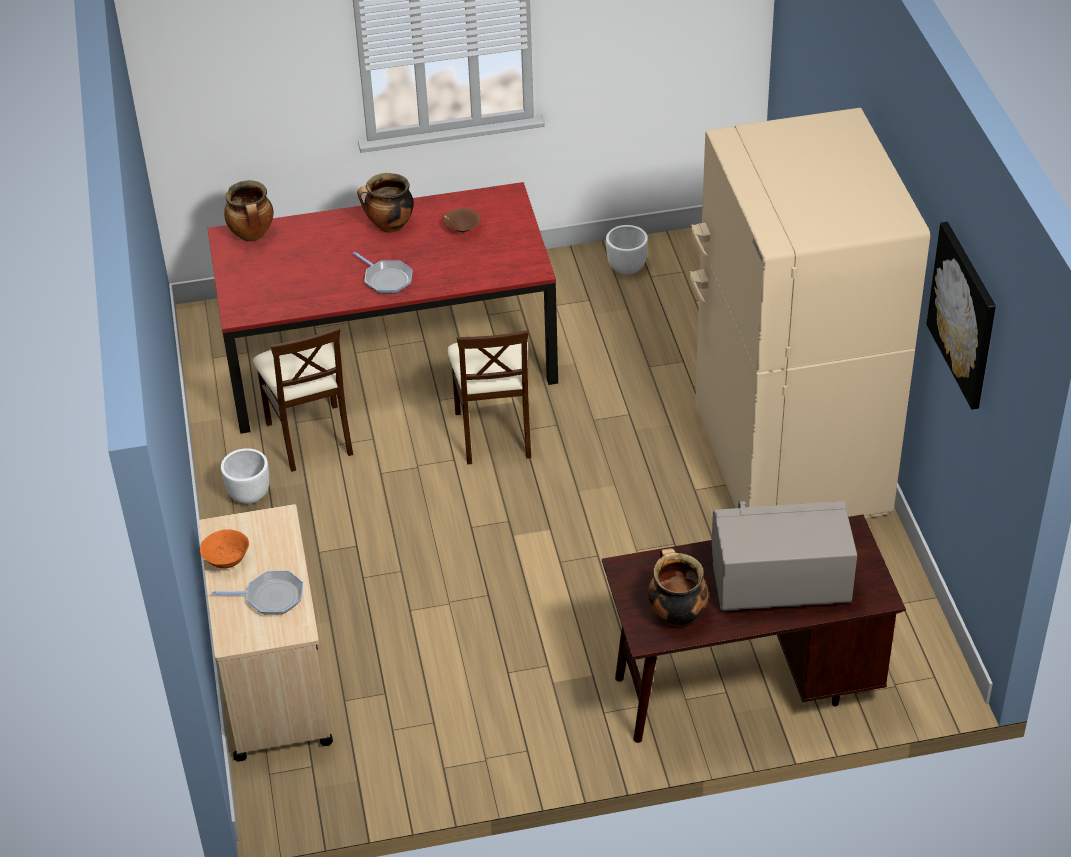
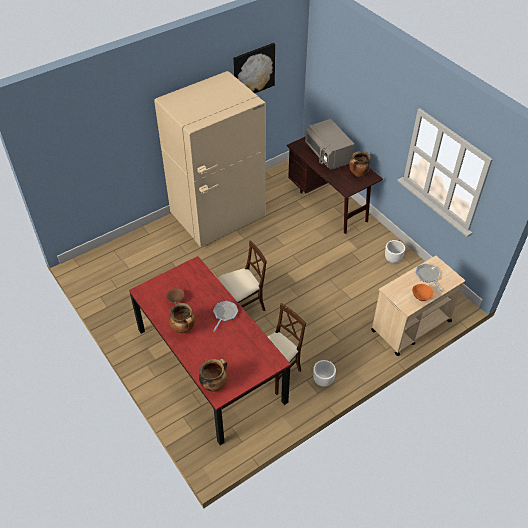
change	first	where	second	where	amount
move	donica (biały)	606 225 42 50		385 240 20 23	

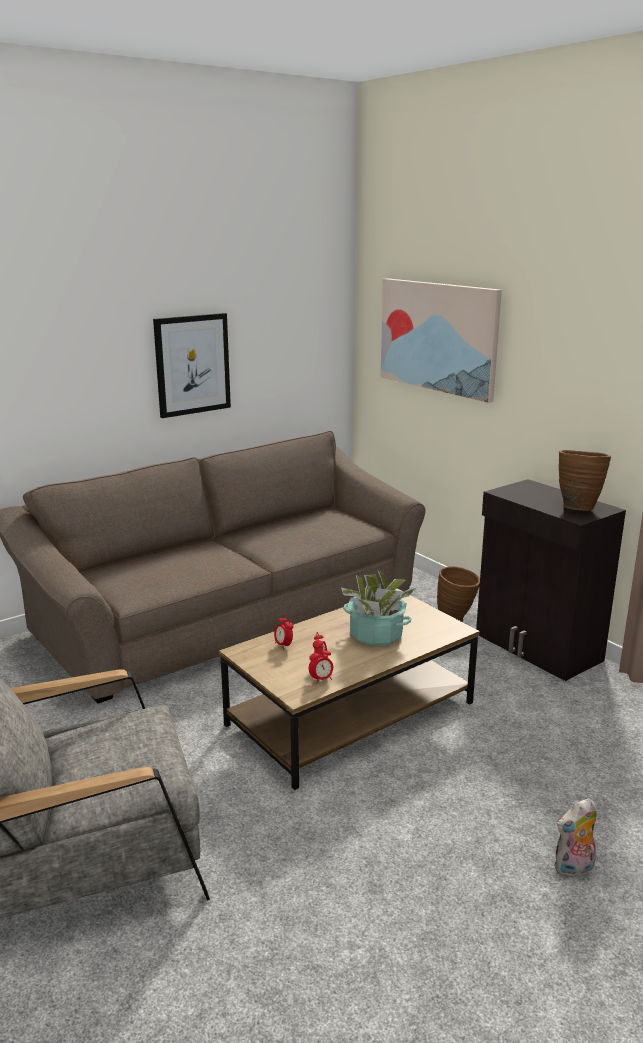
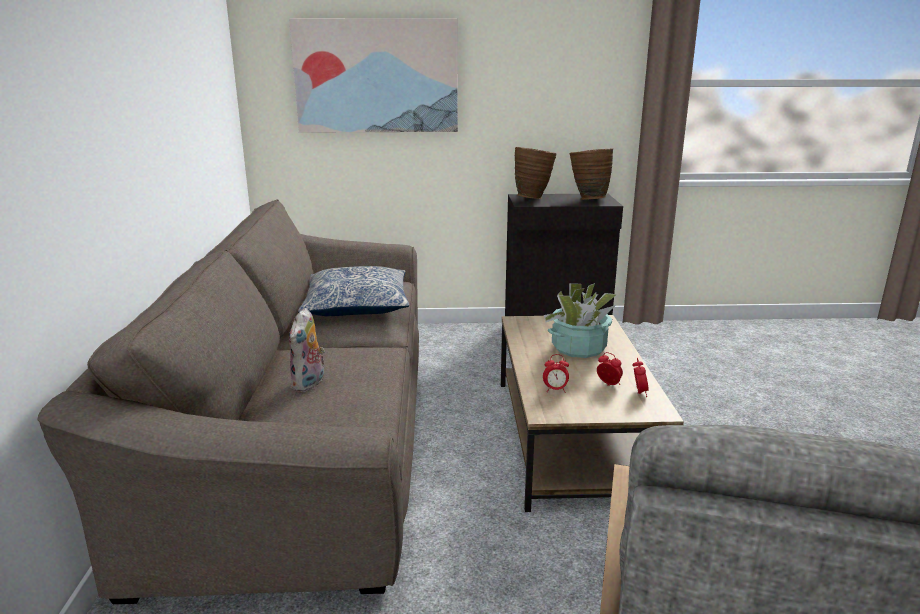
change	first	where	second	where	amount
delete	obraz	153 313 78 105			
insert			poduszka	298 266 111 50	
move	wazon (brązowy)	437 566 43 56		515 147 42 52	
move	pluszak	555 798 42 80		289 308 36 84	

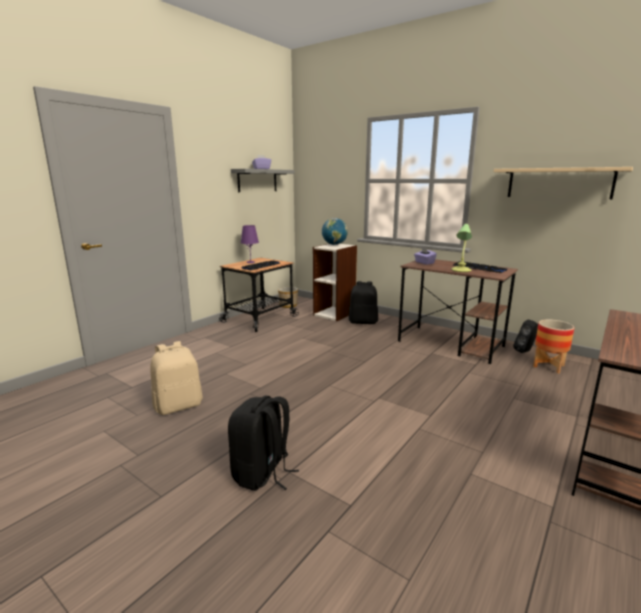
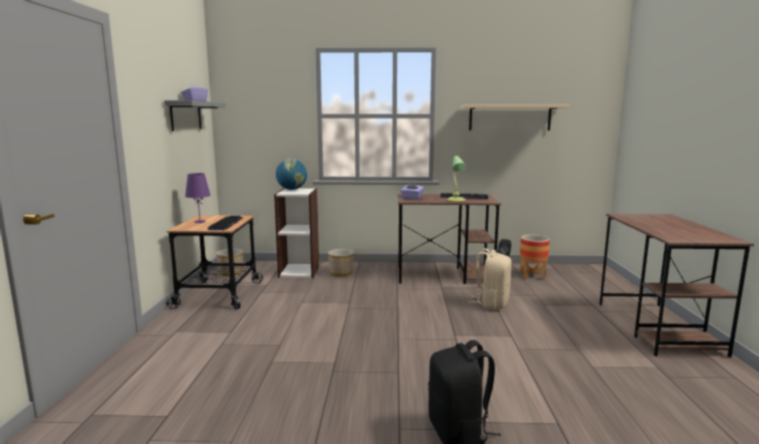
change	first	where	second	where	amount
move	plecak (beżowy)	150 341 53 74		472 248 40 62	
replace	plecak (czarny)	349 281 29 43	donica	328 249 26 27	

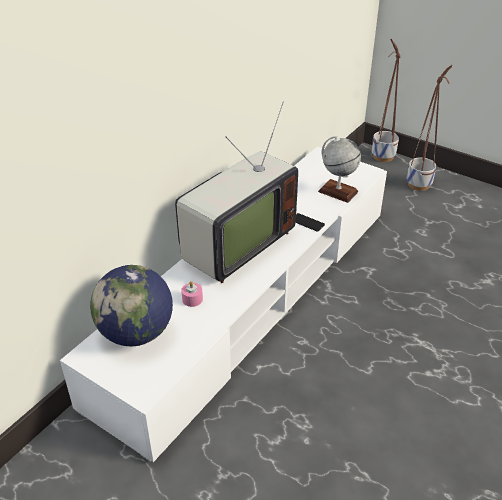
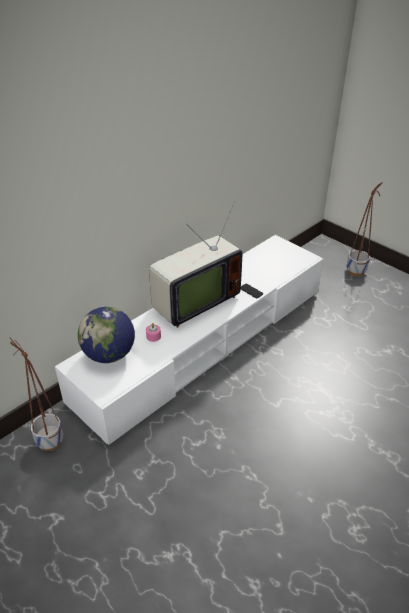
change	first	where	second	where	amount
delete	globus	318 136 43 67			
move	donica	372 39 28 123		9 337 55 114	

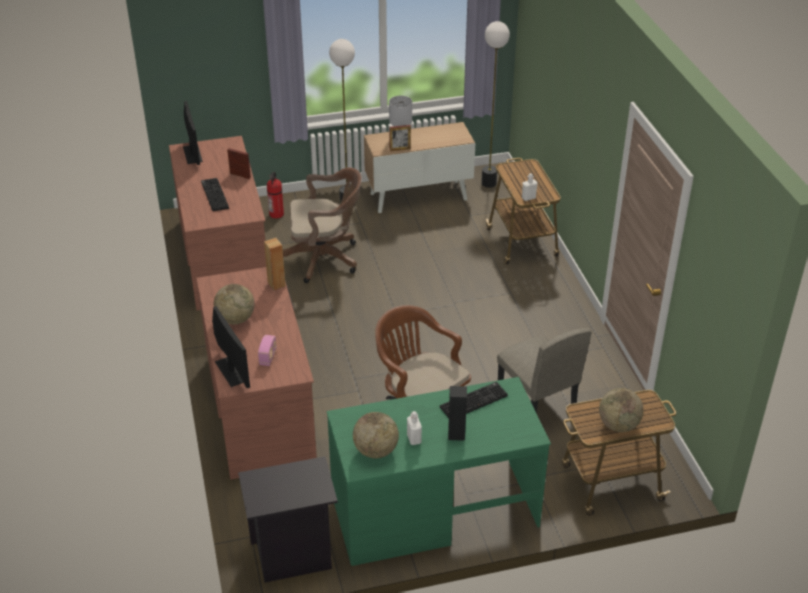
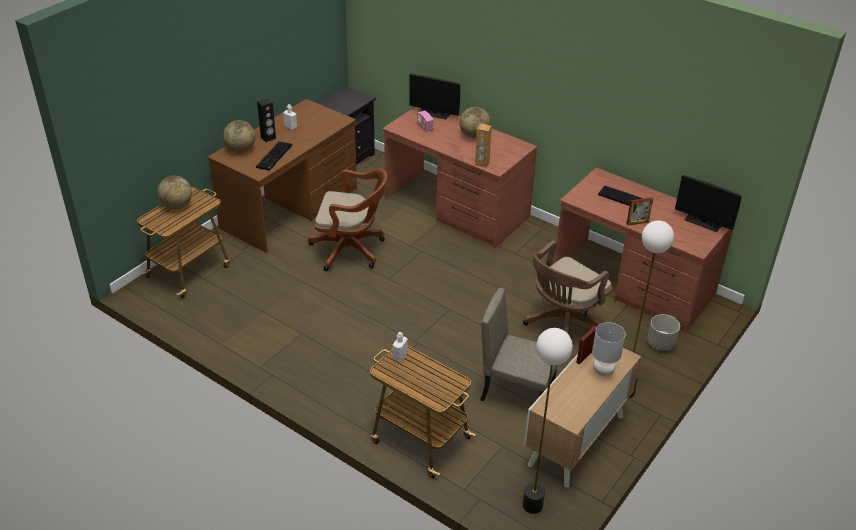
change	first	where	second	where	amount
move	globus	353 412 46 46		223 120 33 33	
move	krzesło (beżowy)	497 328 95 86		480 288 78 113	
replace	gaśnica	267 172 17 47	donica (szary)	647 314 33 37	
recolor	biurko (zielony)	327 377 224 189	biurko (brązowy)	208 99 149 154	

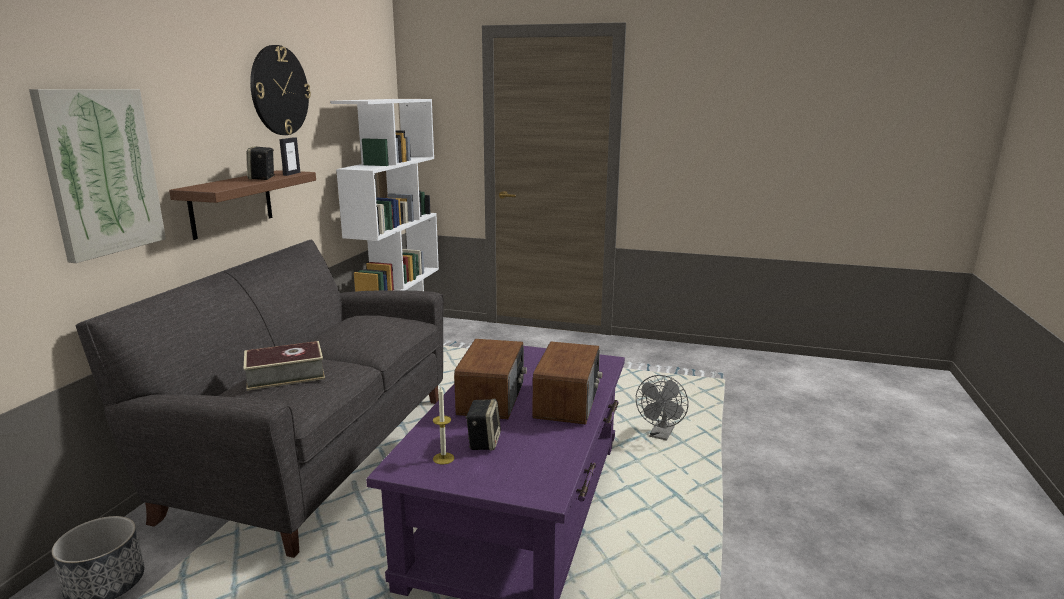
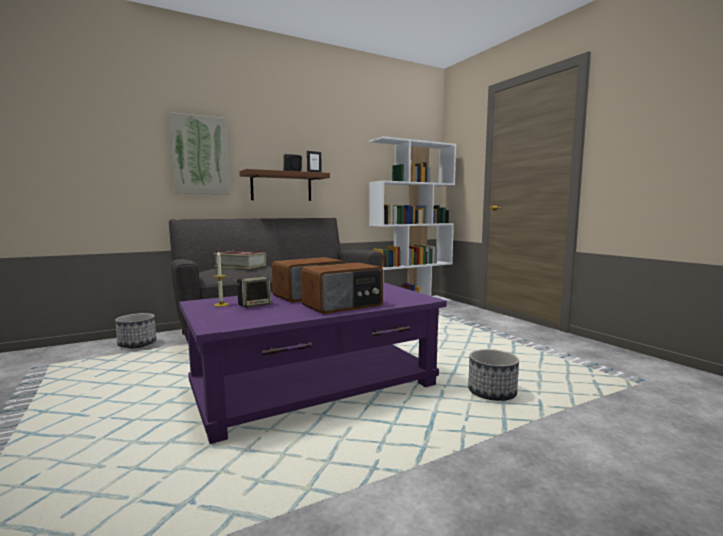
change	first	where	second	where	amount
delete	zegar ścienny	250 45 61 90			
replace	wentylator (szary)	636 375 52 66	donica	468 349 51 52	

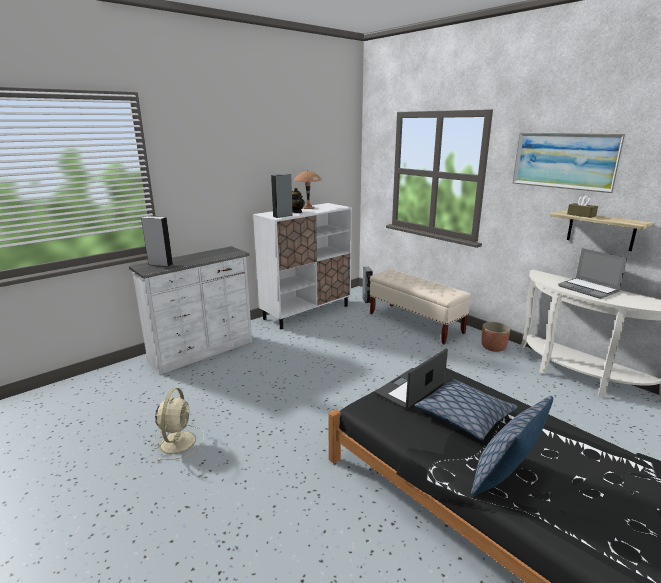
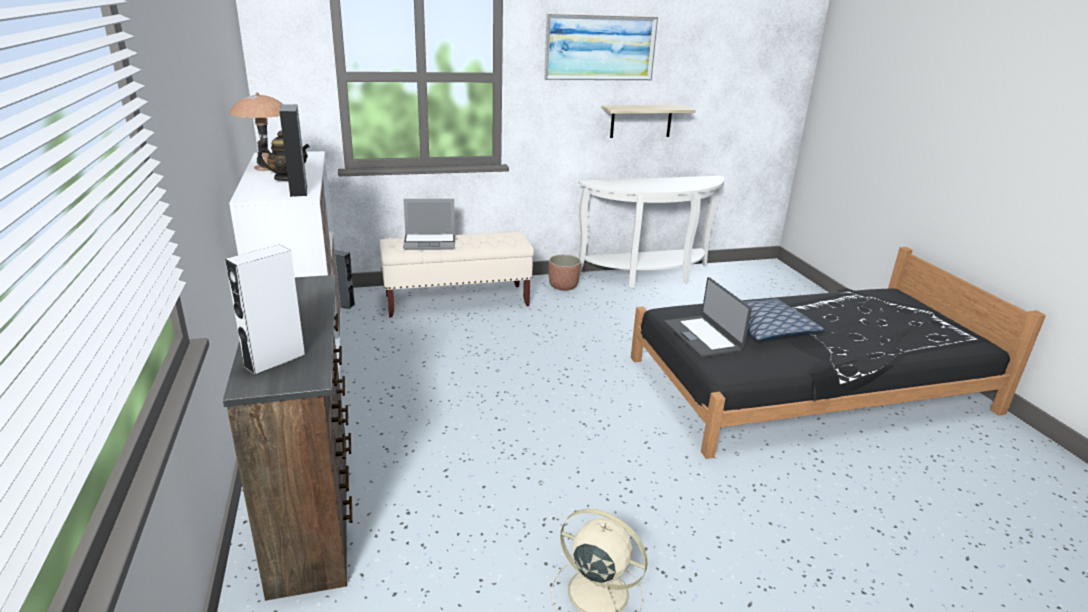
change	first	where	second	where	amount
delete	poduszka	471 396 82 99			
delete	pudełko chusteczek (brązowy)	567 195 31 23			
move	laptop	558 248 69 51		403 199 52 51	
recolor	komoda (biały)	129 246 123 129	komoda (brązowy)	223 275 129 326	

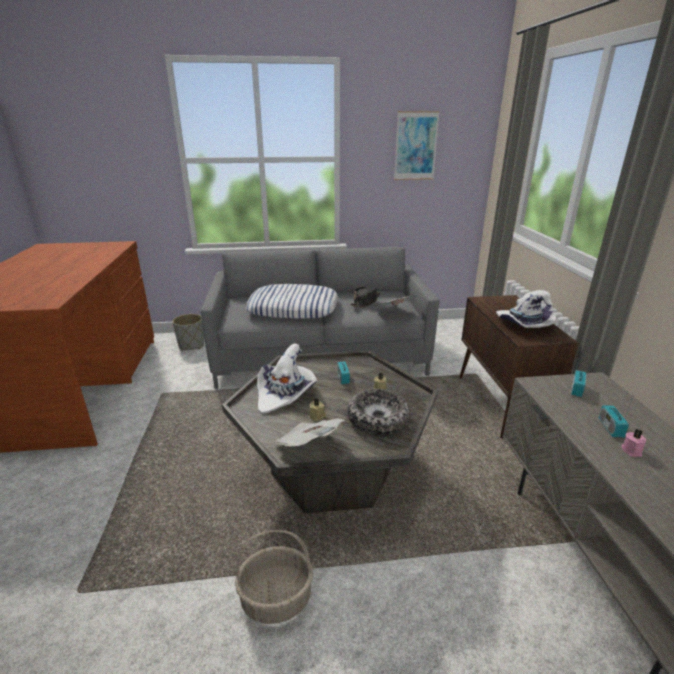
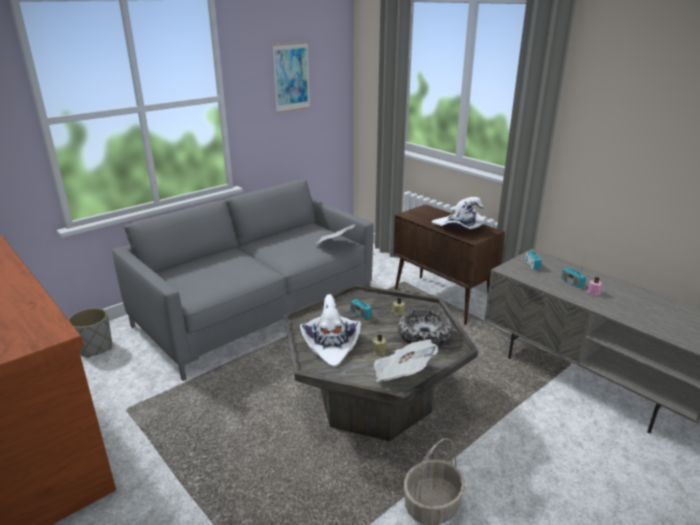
change	first	where	second	where	amount
delete	poduszka	246 284 92 35			
delete	kapelusz (czarny)	350 287 30 21			

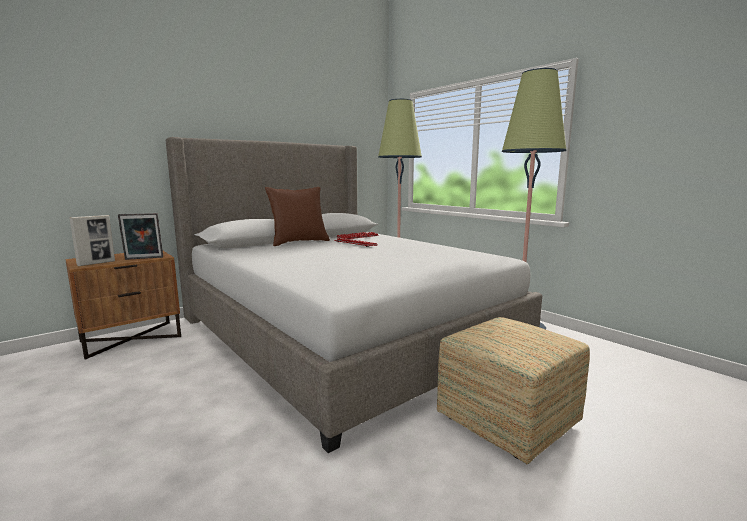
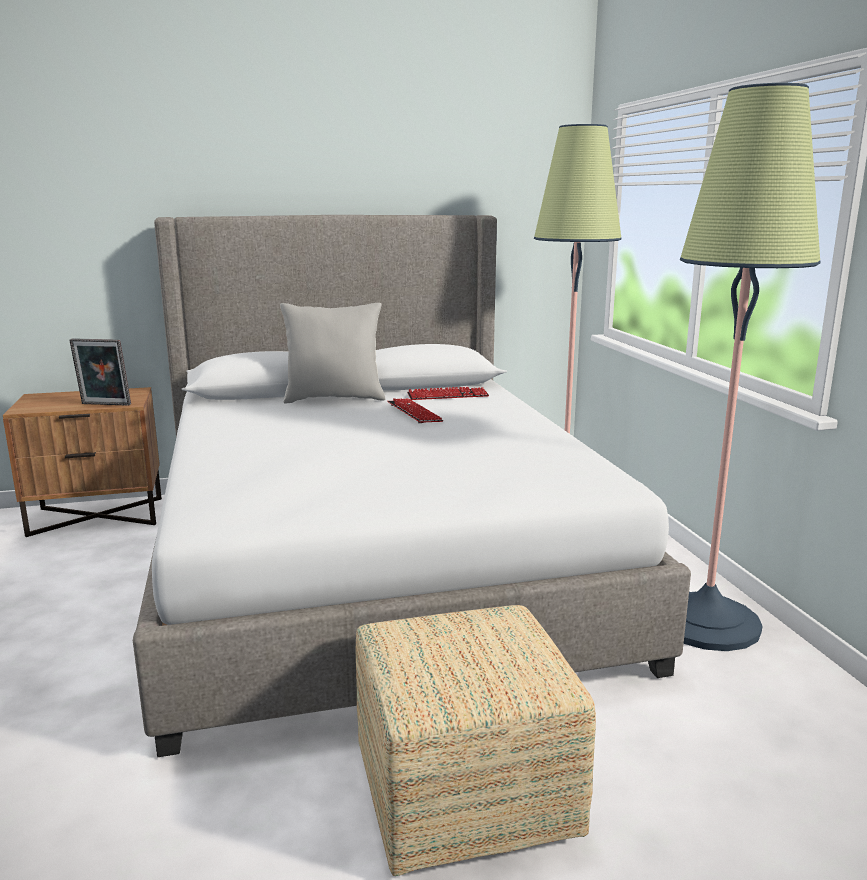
change	first	where	second	where	amount
delete	ramka na zdjęcie	69 215 46 51			
recolor	poduszka (brązowy)	265 187 65 59	poduszka (szary)	280 303 106 101	

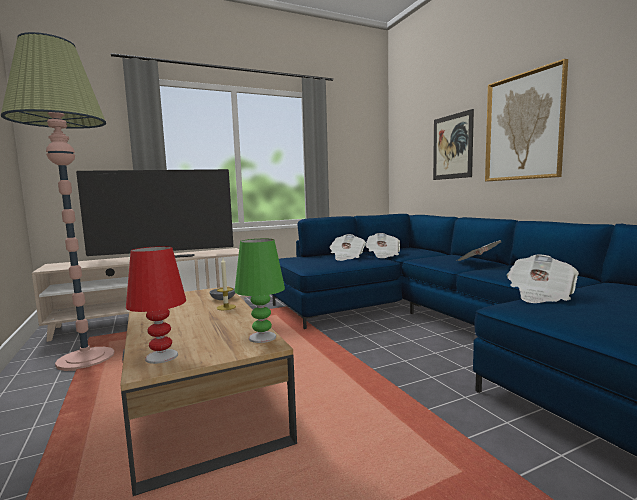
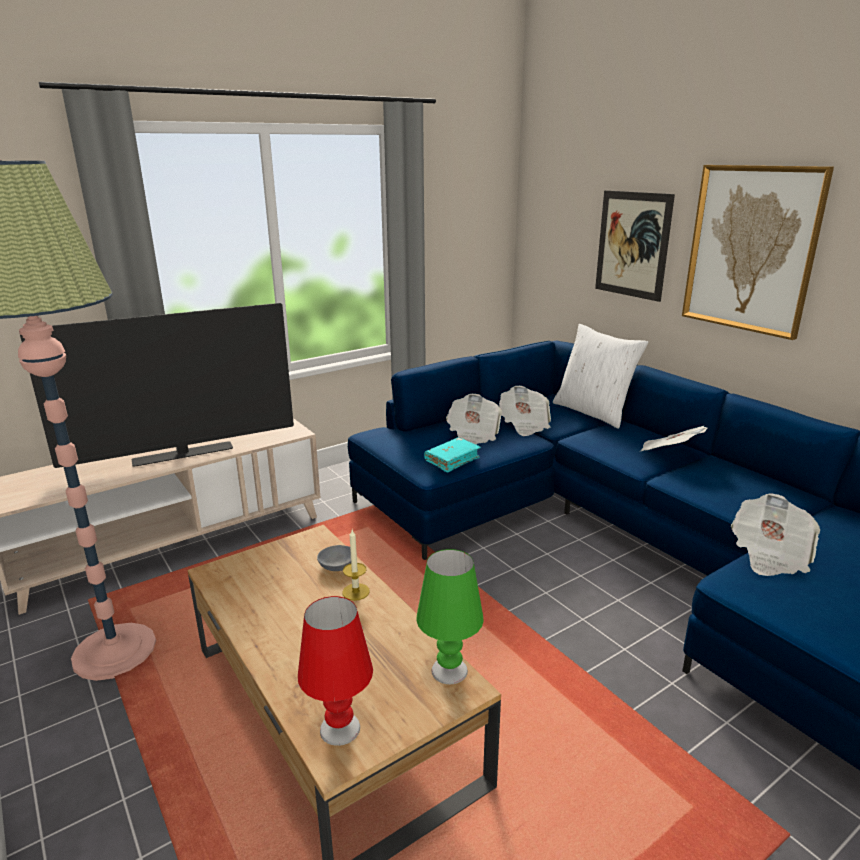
change	first	where	second	where	amount
insert			książka (turkusowy)	424 437 57 36	
insert			poduszka (biały)	553 324 95 105	

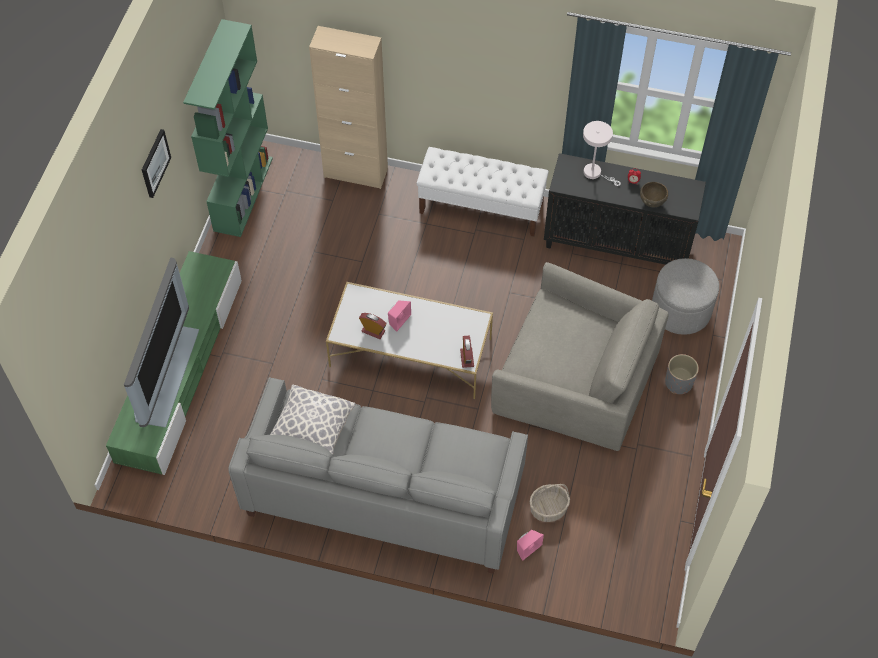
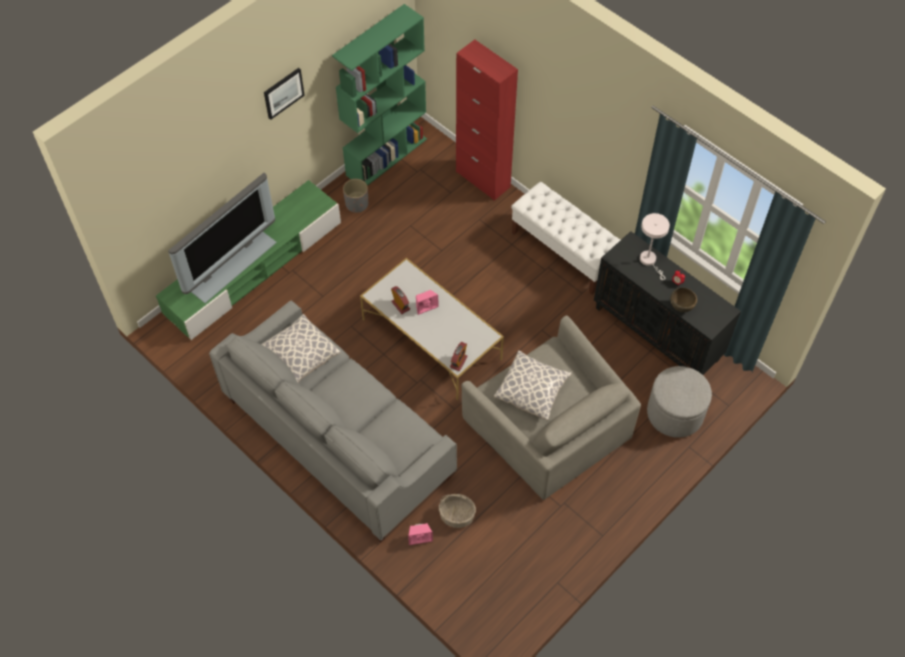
change	first	where	second	where	amount
insert			poduszka	494 350 78 71	
move	donica (szary)	665 354 34 40		343 179 25 34	
recolor	szafka (beżowy)	309 26 79 163	szafka (czerwony)	456 40 62 161	

